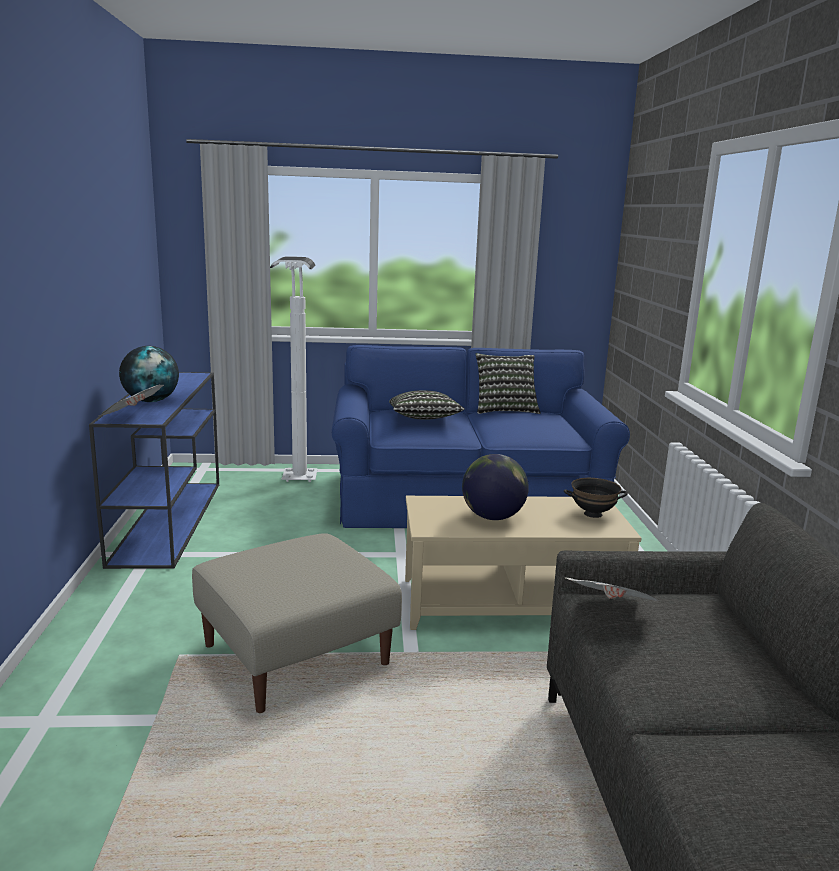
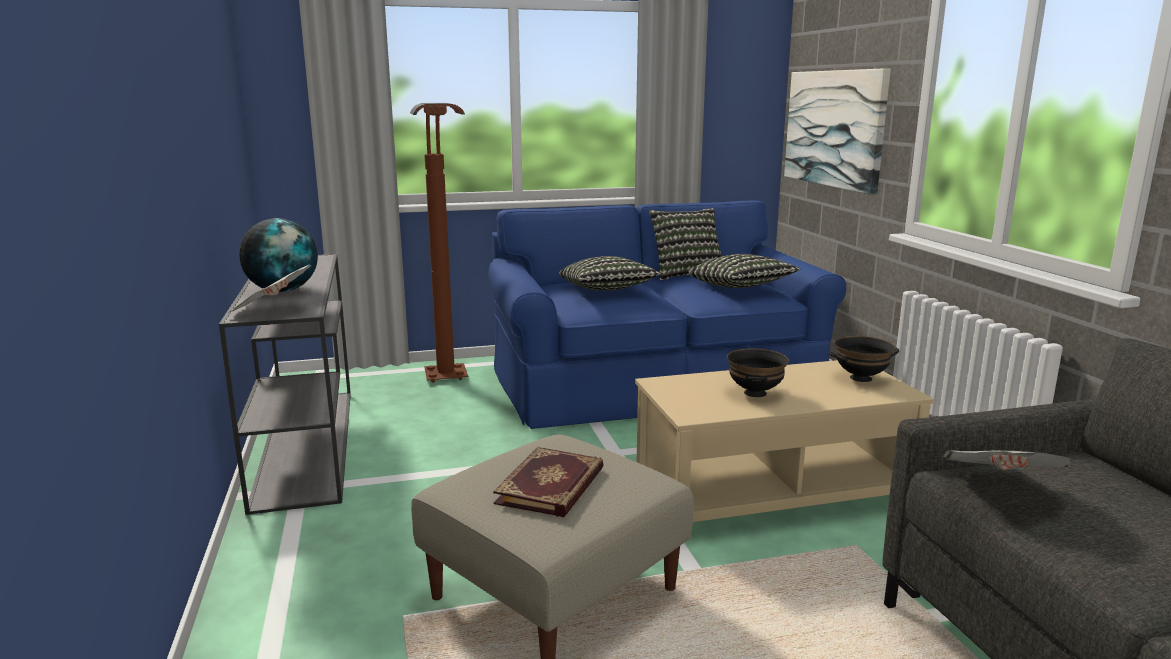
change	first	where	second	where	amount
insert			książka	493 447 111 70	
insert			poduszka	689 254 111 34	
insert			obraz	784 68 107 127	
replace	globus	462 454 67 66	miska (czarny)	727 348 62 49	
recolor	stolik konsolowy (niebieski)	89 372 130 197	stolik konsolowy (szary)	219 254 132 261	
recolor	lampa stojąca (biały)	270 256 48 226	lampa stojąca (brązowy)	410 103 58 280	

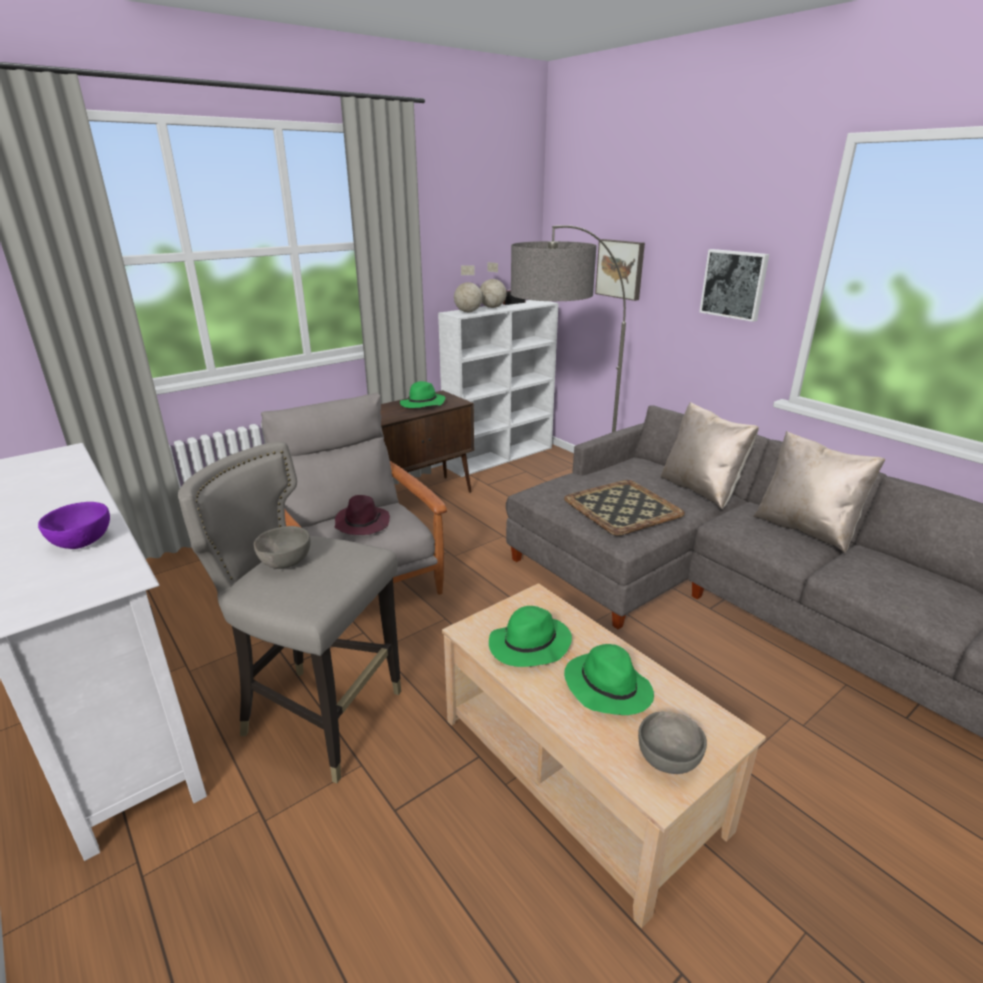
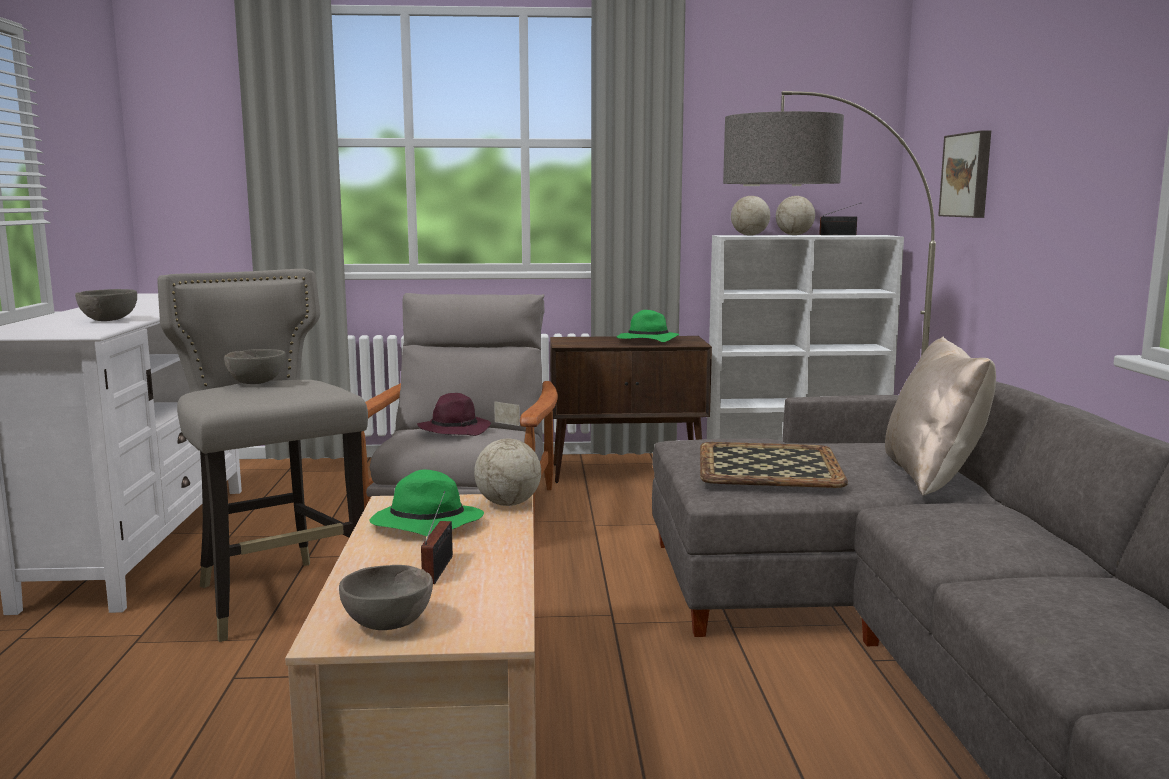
change	first	where	second	where	amount
delete	obraz	699 249 70 73			
delete	poduszka (beżowy)	753 431 132 123			
insert			globus	474 401 67 105	
replace	kapelusz (zielony)	564 644 90 71	radio	421 491 32 93	
recolor	miska (fioletowy)	38 502 72 47	miska (szary)	75 289 62 32	

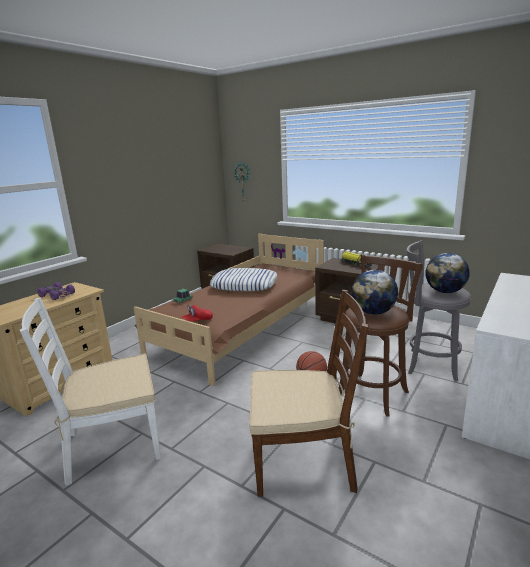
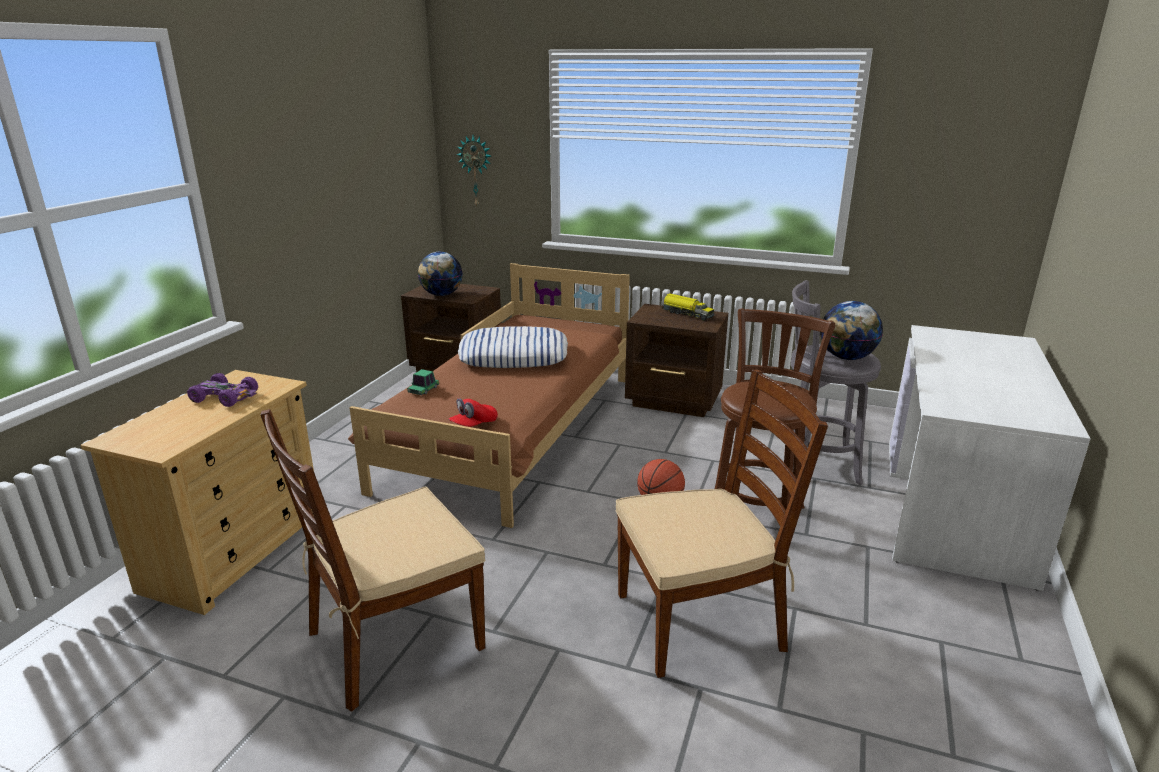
change	first	where	second	where	amount
move	globus	352 270 46 45		418 252 45 44	
recolor	krzesło (biały)	20 297 141 189	krzesło (brązowy)	260 409 225 303	

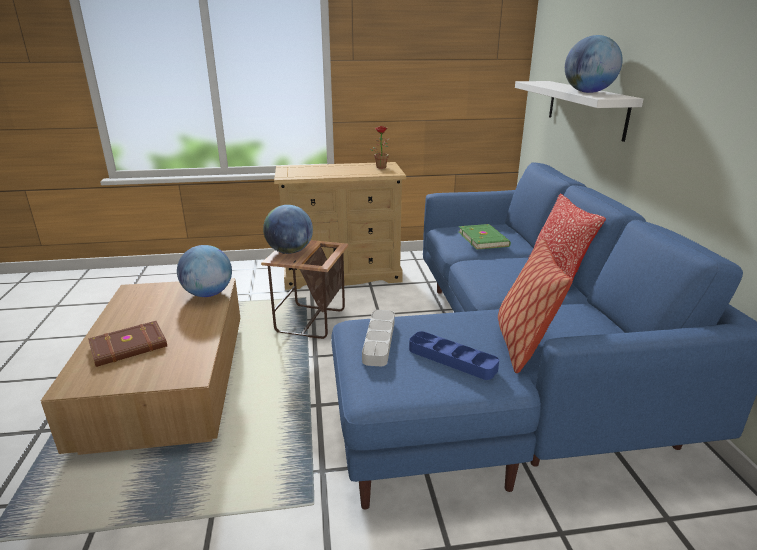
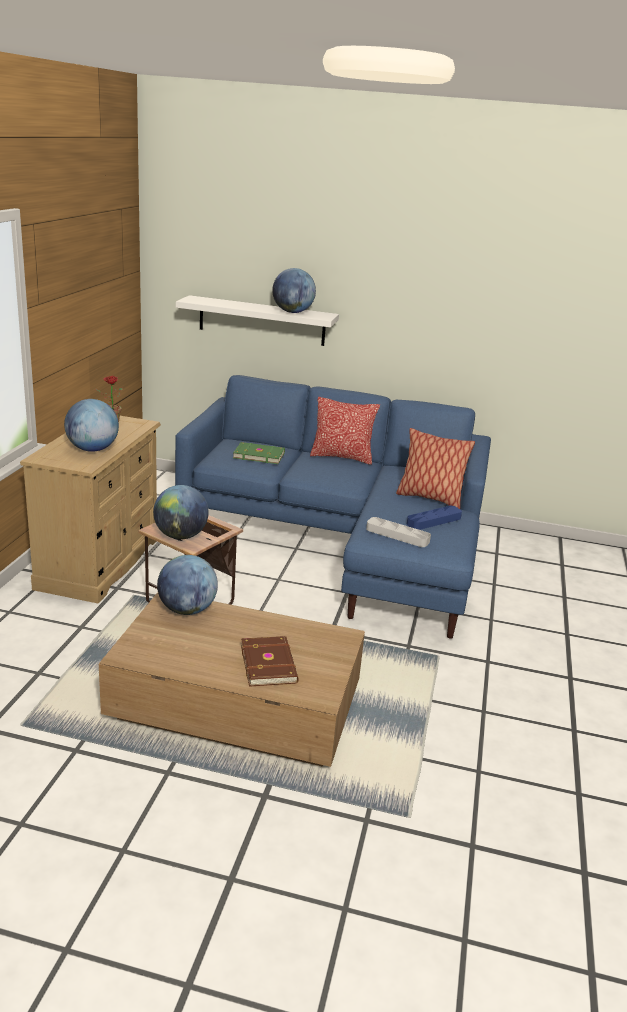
change	first	where	second	where	amount
insert			globus	64 399 55 53	

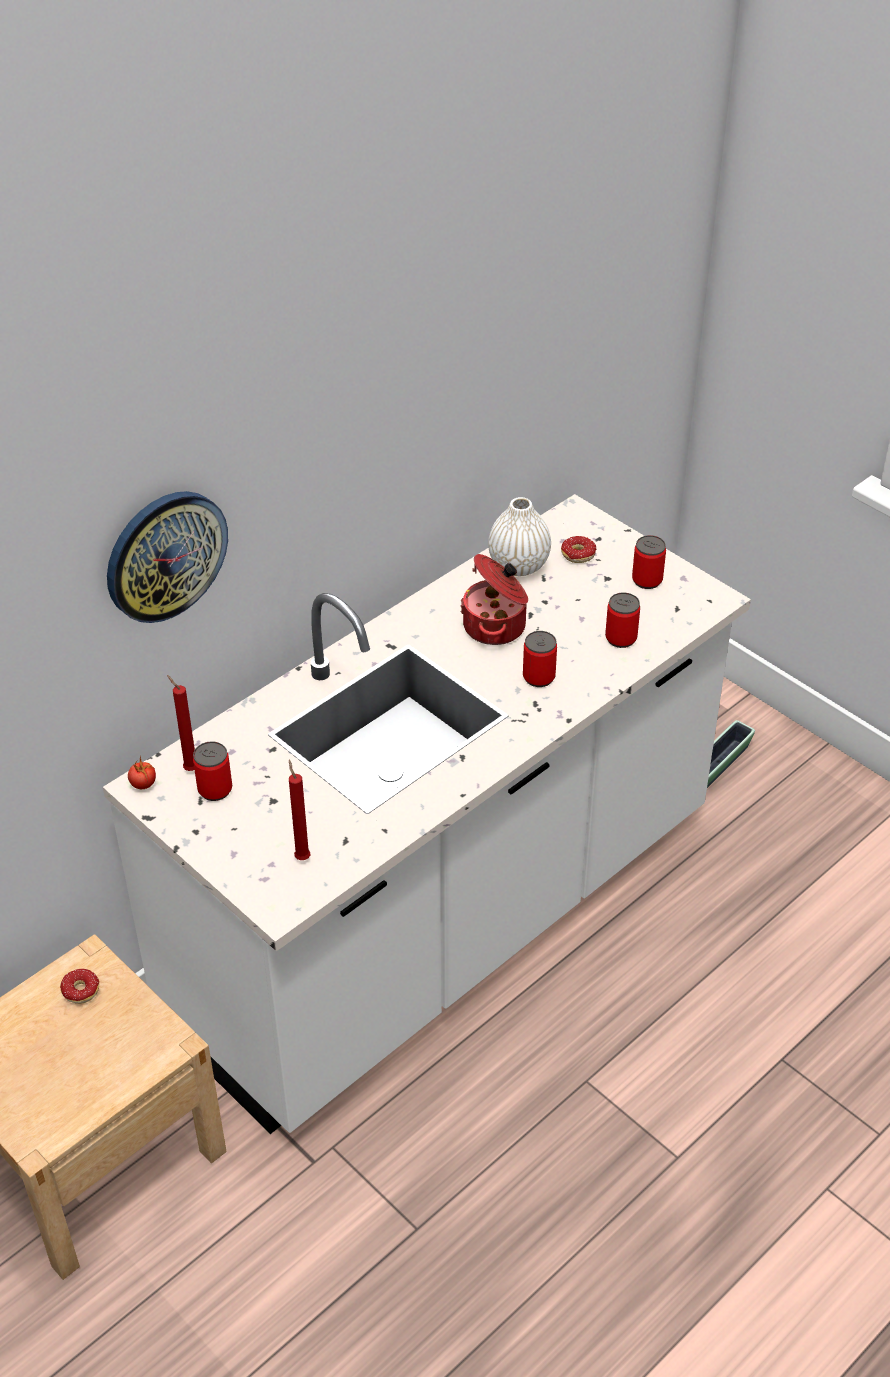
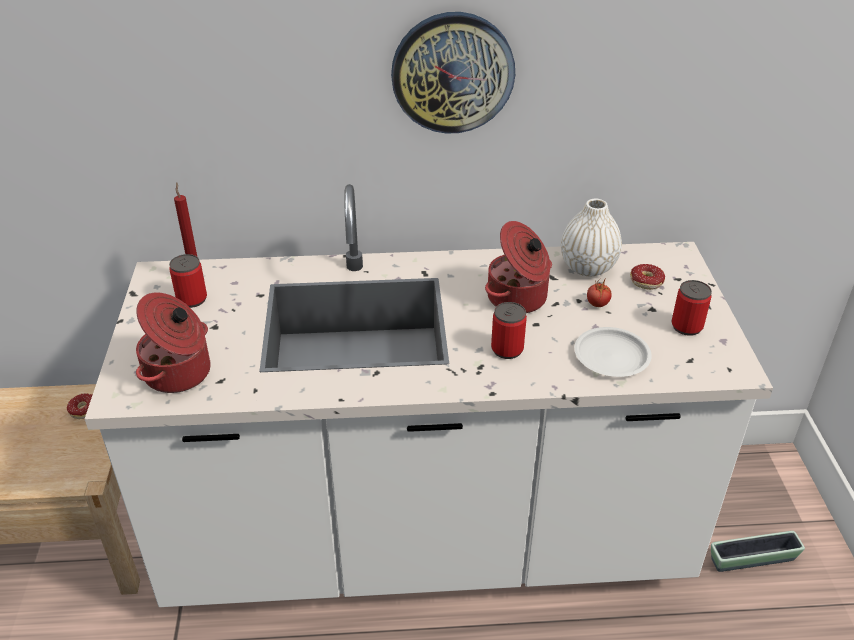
change	first	where	second	where	amount
move	zegar ścienny	107 491 121 132		391 12 124 122	
move	pomidor	128 756 28 33		587 279 25 28	
replace	świeca (czerwony)	289 760 21 100	garnek	136 292 75 101	
replace	puszka	605 592 35 56	talerz (biały)	574 327 78 50	

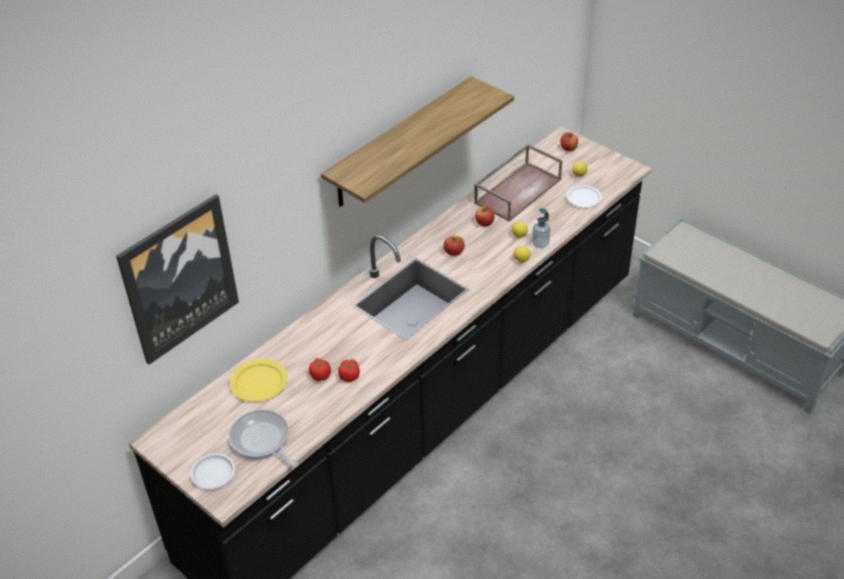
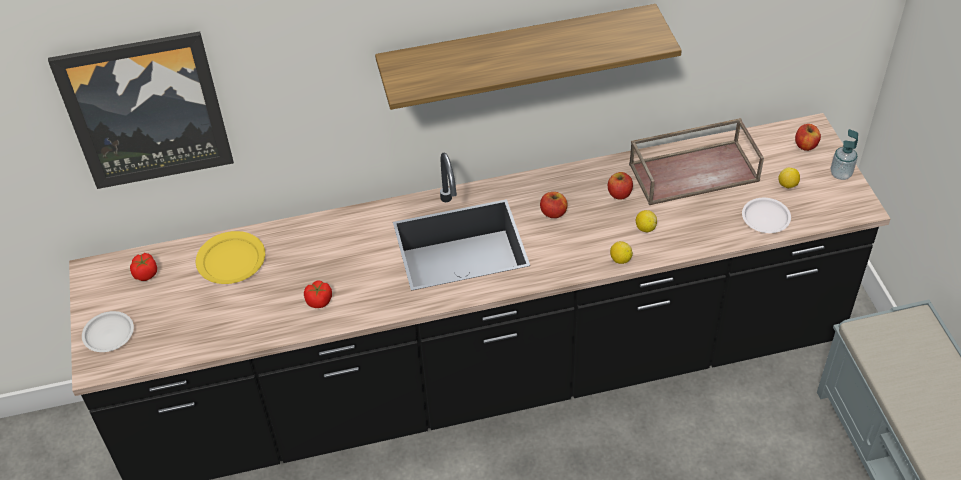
change	first	where	second	where	amount
delete	patelnia	229 410 69 57			
move	pomidor	309 358 22 23		130 253 27 28	
move	dozownik mydła	532 209 18 39		831 129 27 51	

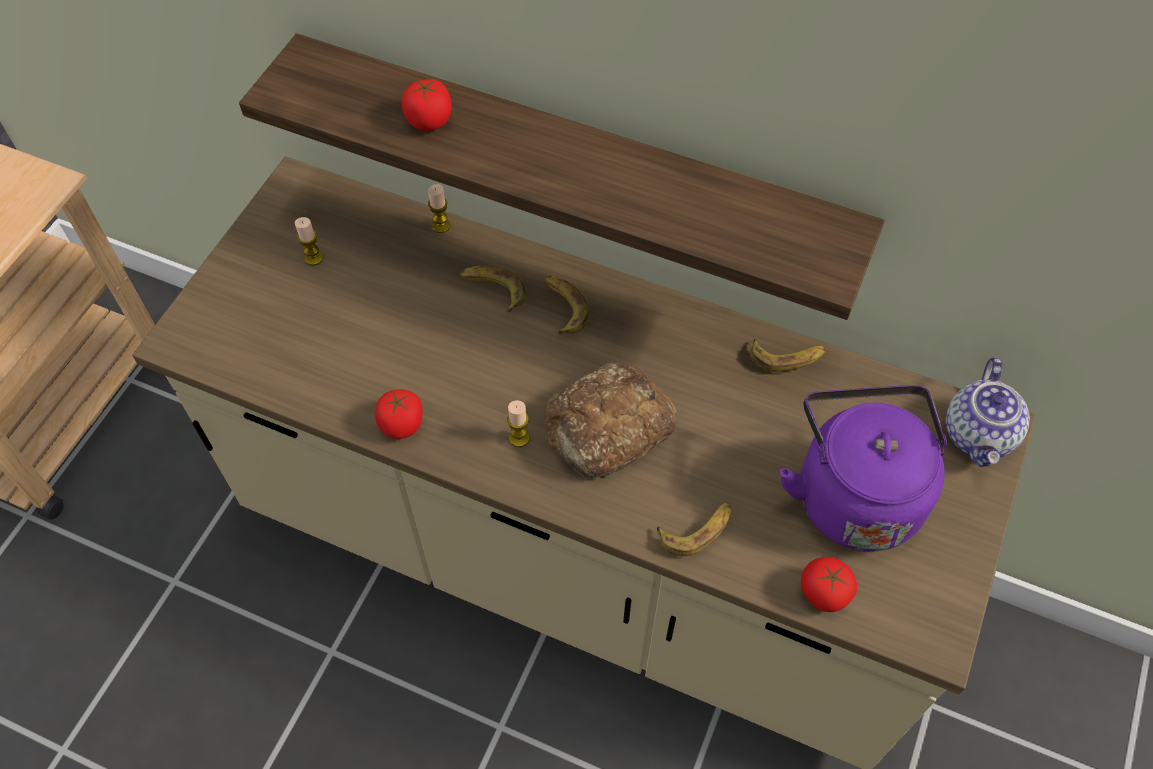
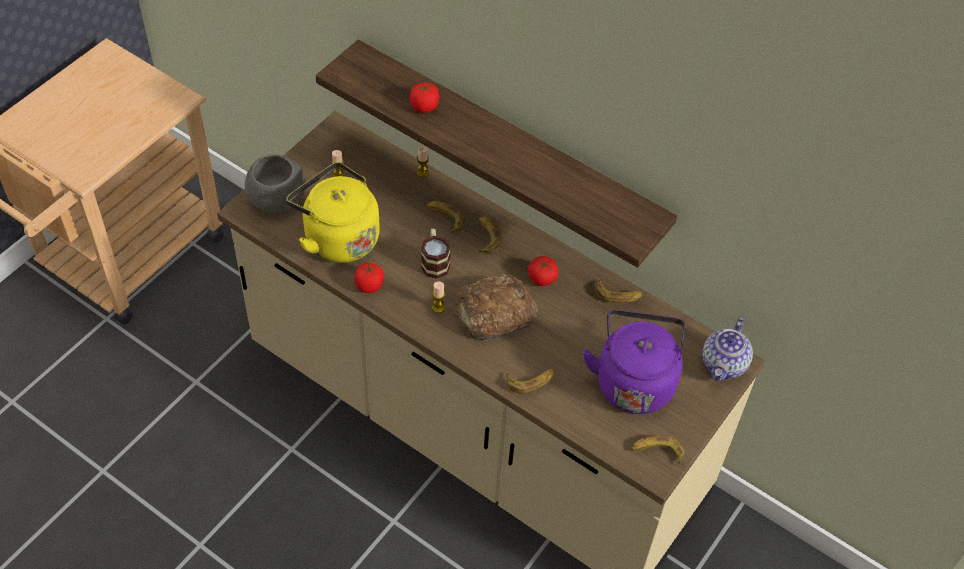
change	first	where	second	where	amount
insert			miska (szary)	245 154 61 59	
insert			czajnik (żółty)	286 162 94 101	
insert			kubek	421 229 30 50	
insert			banan	631 435 54 30	
move	pomidor	801 557 56 55		528 256 30 30	

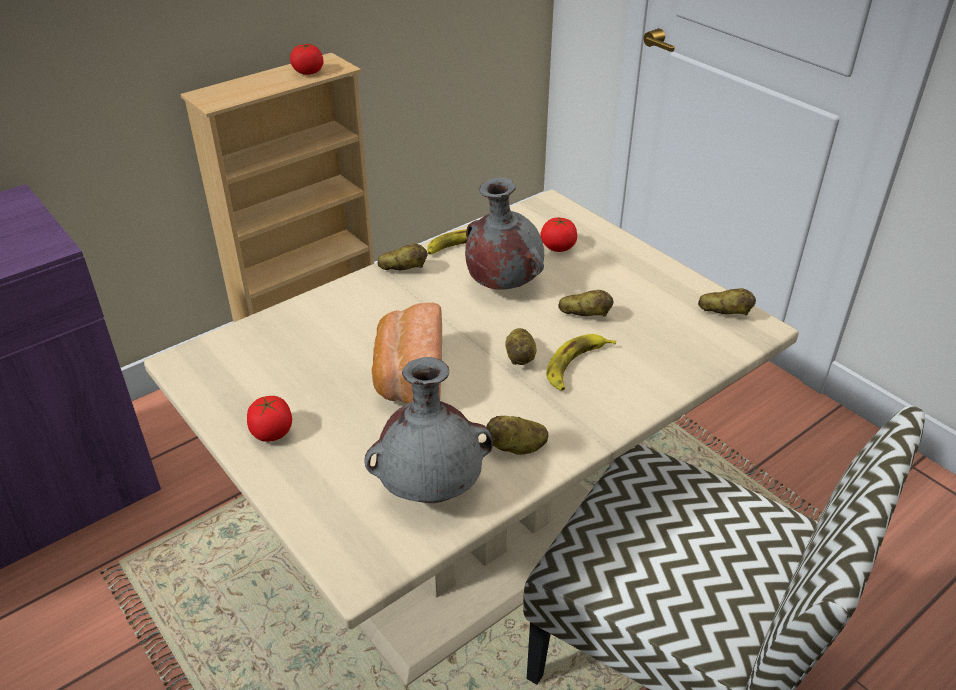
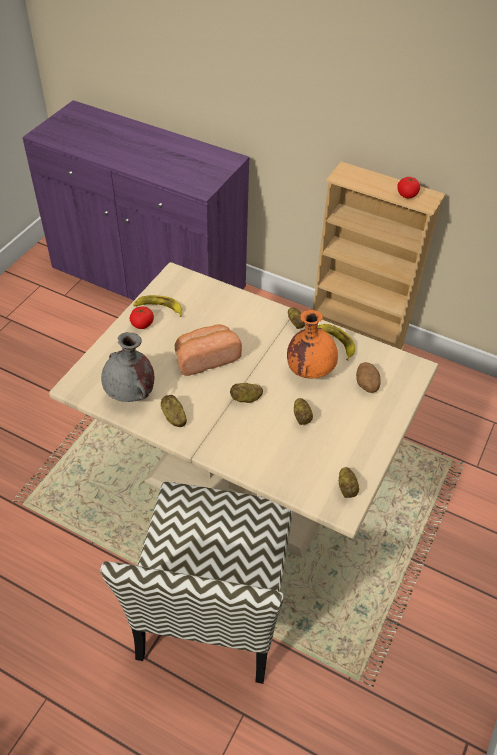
change	first	where	second	where	amount
move	banan	546 334 70 57		133 295 49 22	
replace	pomidor	540 218 37 34	ziemniak	356 362 25 31	
recolor	wazon (szary)	465 178 79 112	wazon (pomarańczowy)	287 310 51 69	

